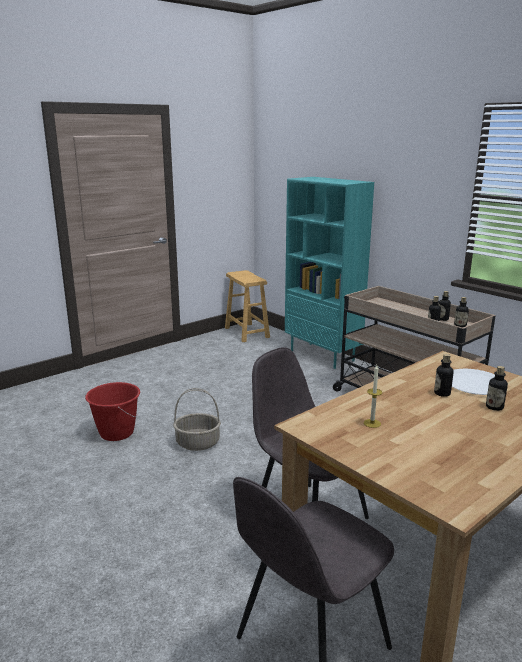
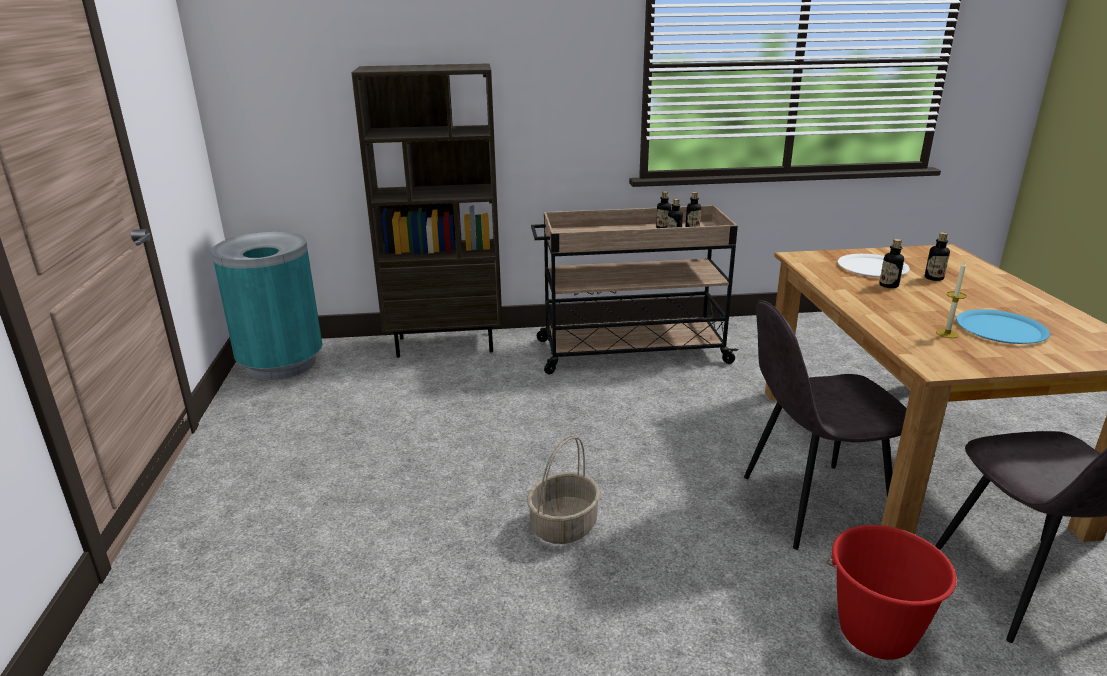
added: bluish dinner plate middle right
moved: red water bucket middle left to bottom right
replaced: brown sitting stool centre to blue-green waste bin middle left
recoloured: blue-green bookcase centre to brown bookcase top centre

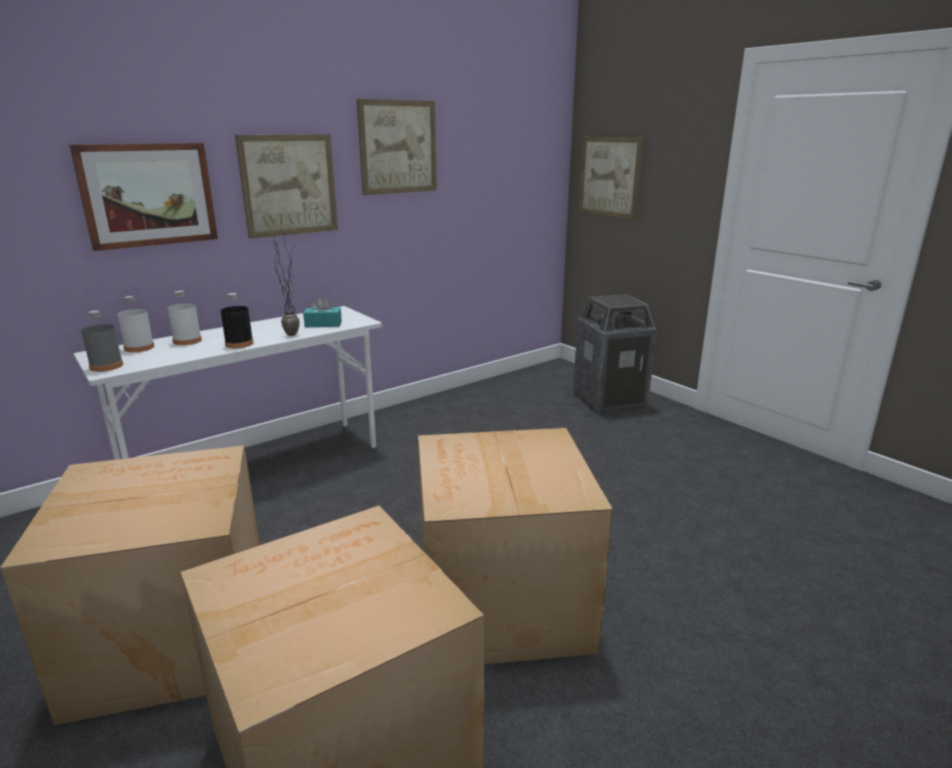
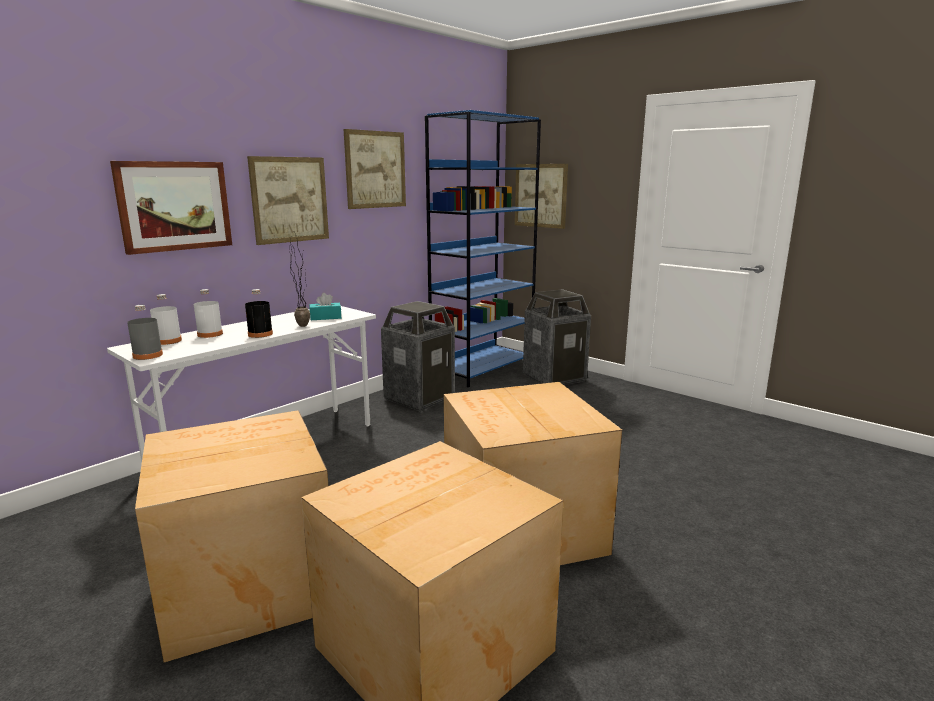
added: waste bin (1st from left) centre; bluish bookcase centre

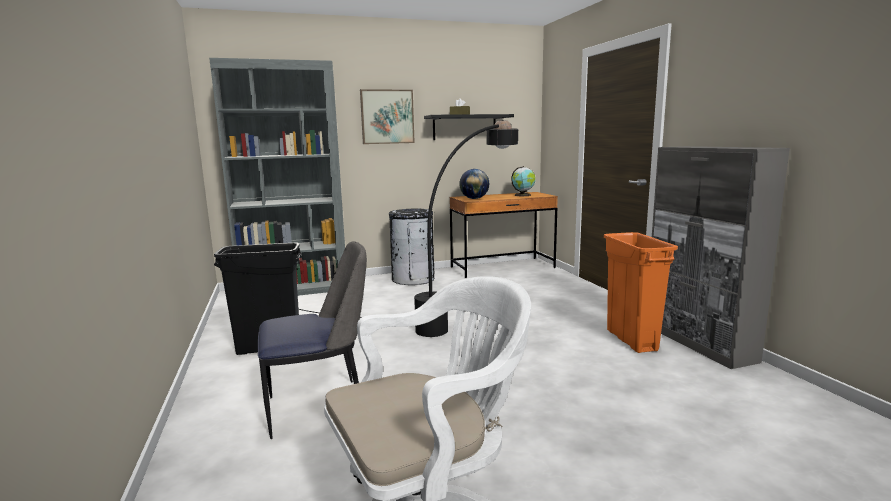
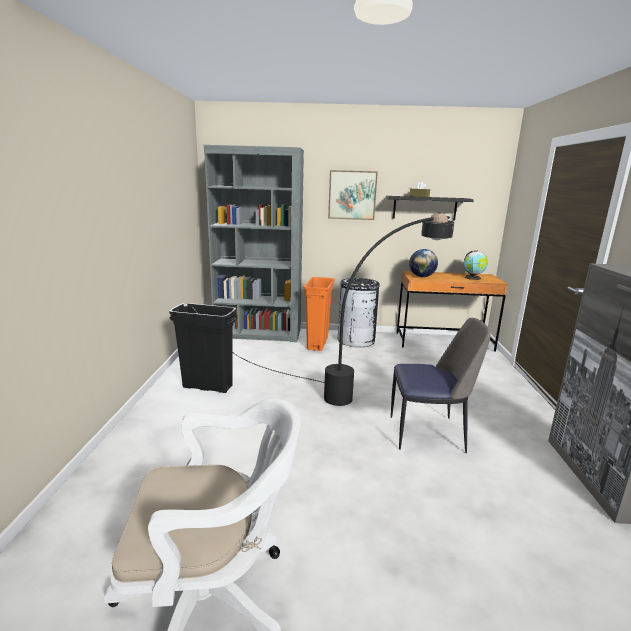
moved: upright chair bottom centre to middle right; orange waste bin middle right to centre

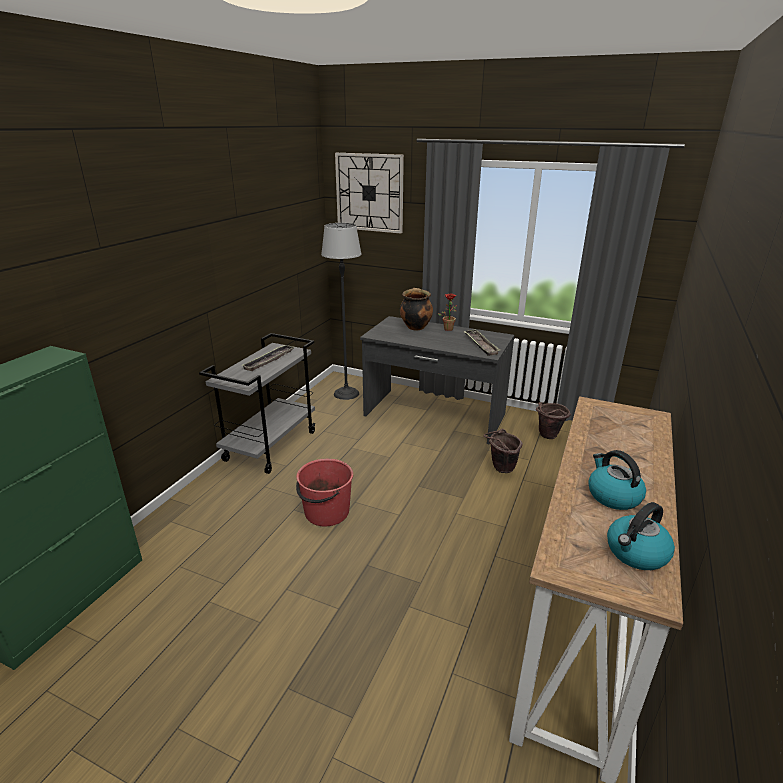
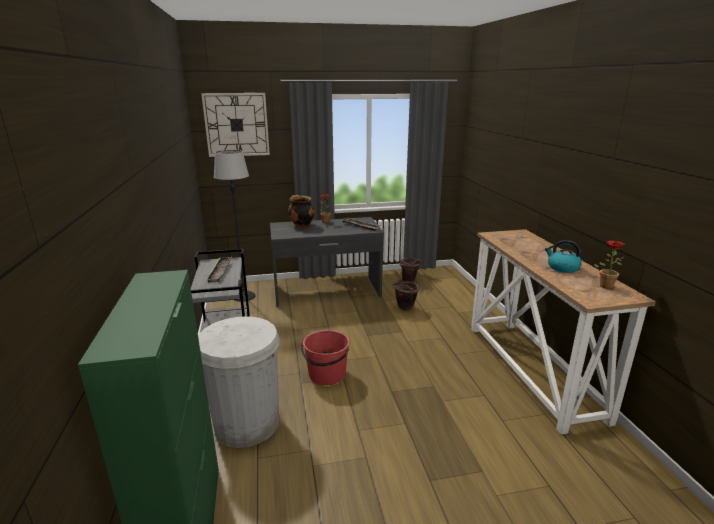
added: whitish waste bin bottom centre
replaced: tea kettle (2nd from left) bottom right to plant in a pot (2nd from left) middle right

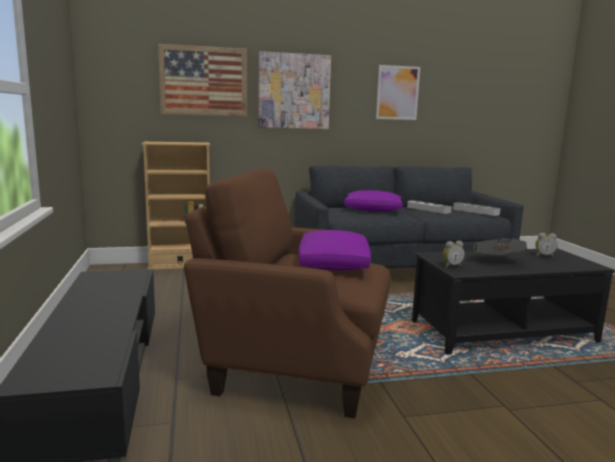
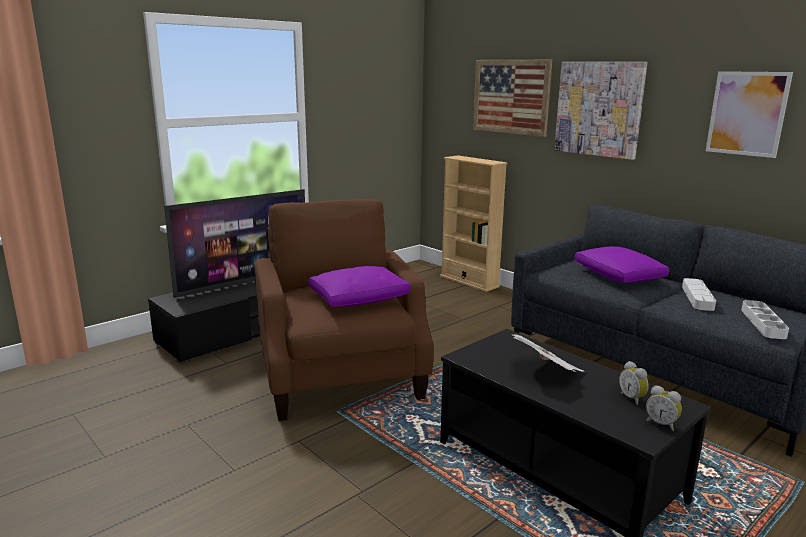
added: TV middle left
moved: alarm clock (1st from left in the first image) middle right to alarm clock (2nd from left) bottom right

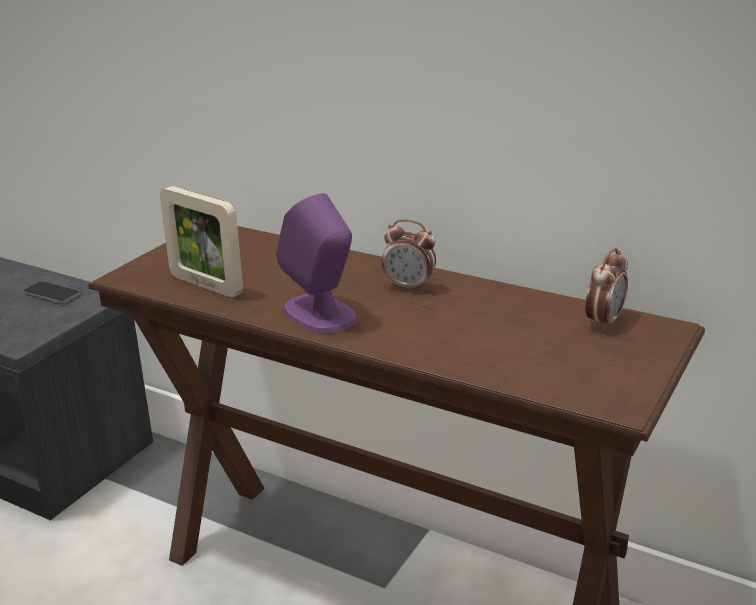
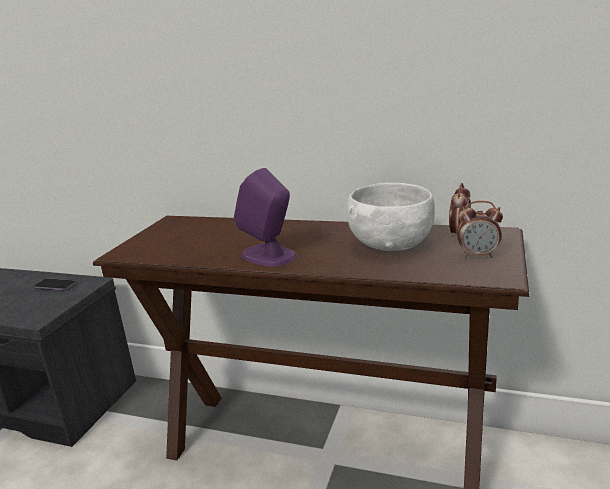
removed: picture frame middle left
added: whitish serving bowl centre
moved: alarm clock (1st from left in the first image) centre to alarm clock (2nd from left) middle right

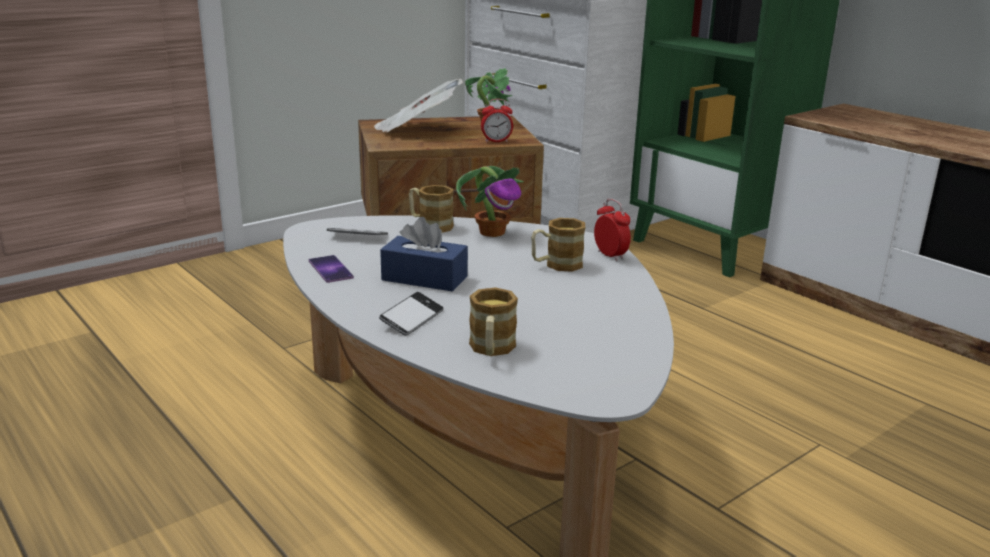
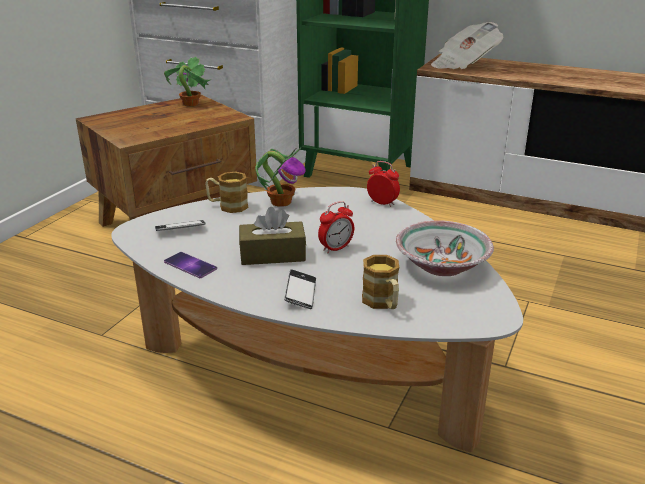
removed: coffee mug (3rd from left) centre
added: serving bowl middle right
moved: daily paper top centre to top right; alarm clock (1st from left) top centre to centre
recoloured: bluish box of tissues centre to brown box of tissues centre

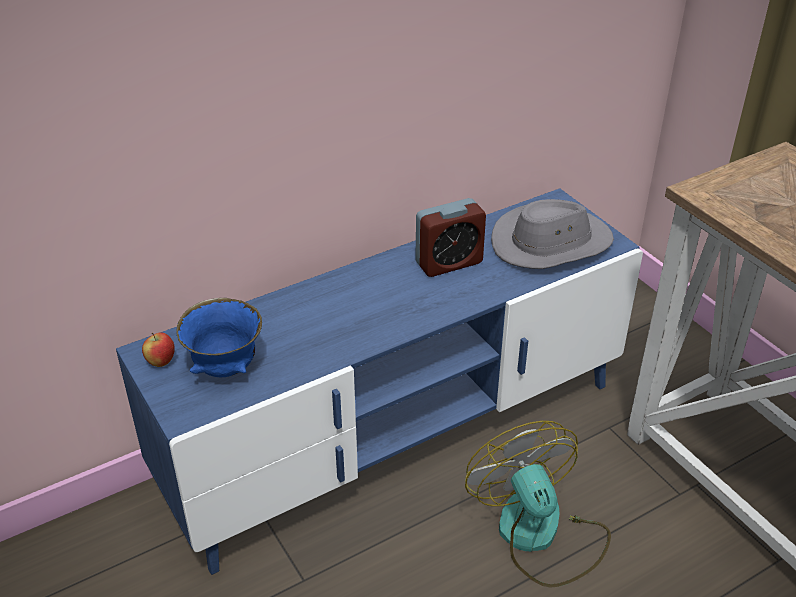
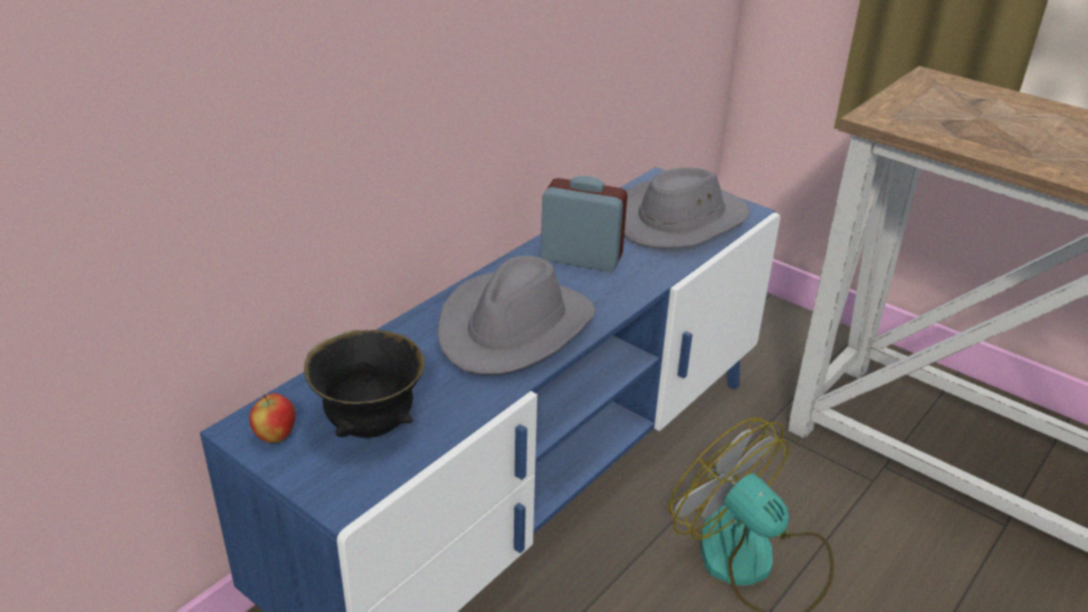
added: greyish wearable hat (1st from left) centre
recoloured: bluish serving bowl middle left to black serving bowl centre
turned: alarm clock centre = centre 120 degrees counterclockwise

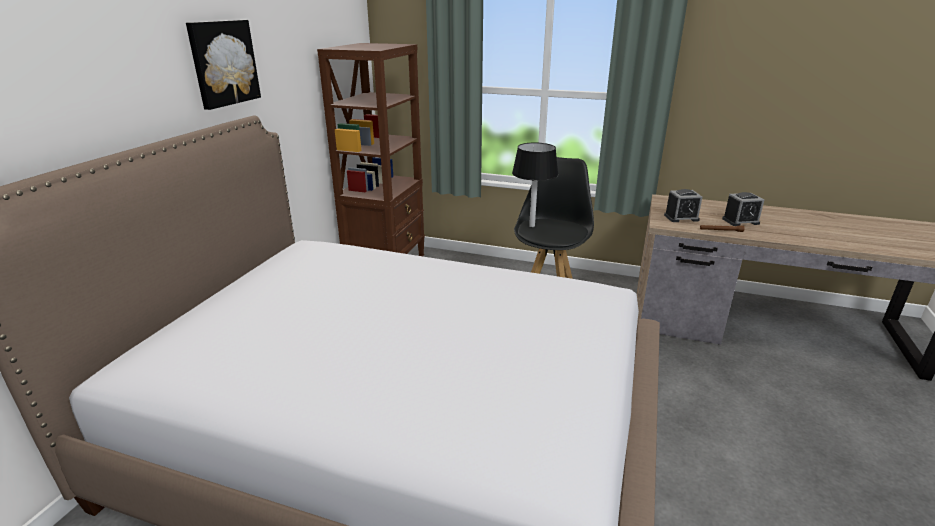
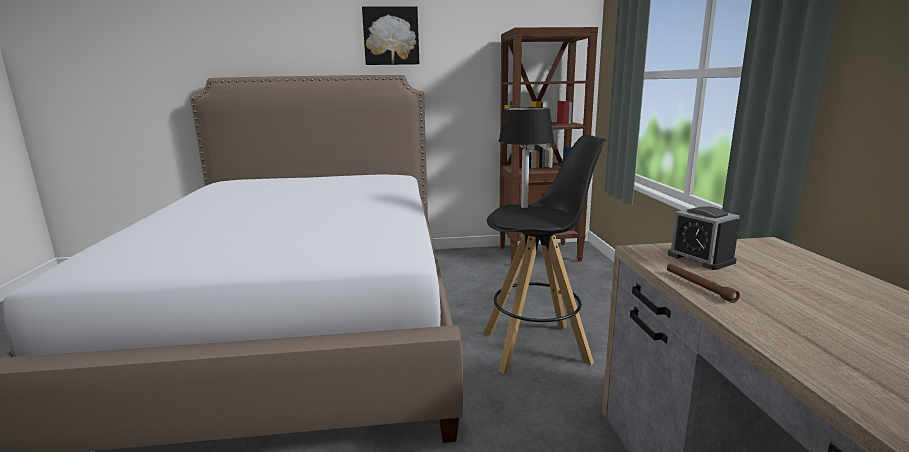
removed: alarm clock (2nd from left) middle right

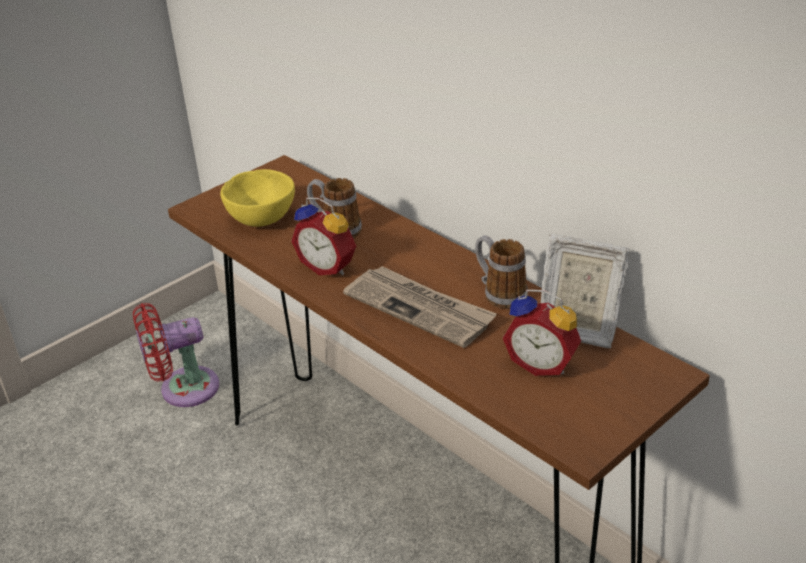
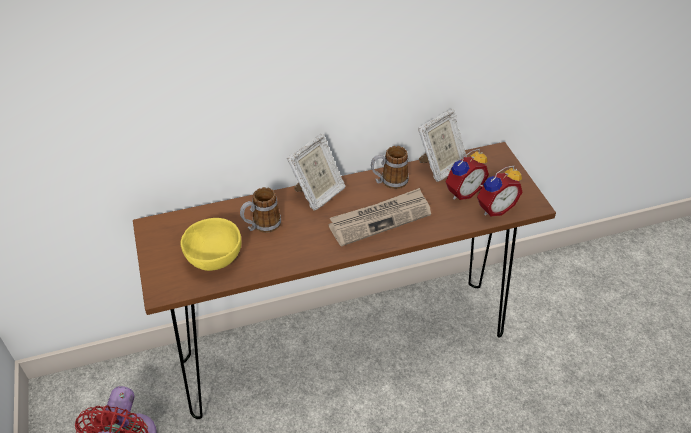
added: picture frame (1st from left) centre
moved: alarm clock (1st from left in the first image) centre to alarm clock (2nd from left) middle right

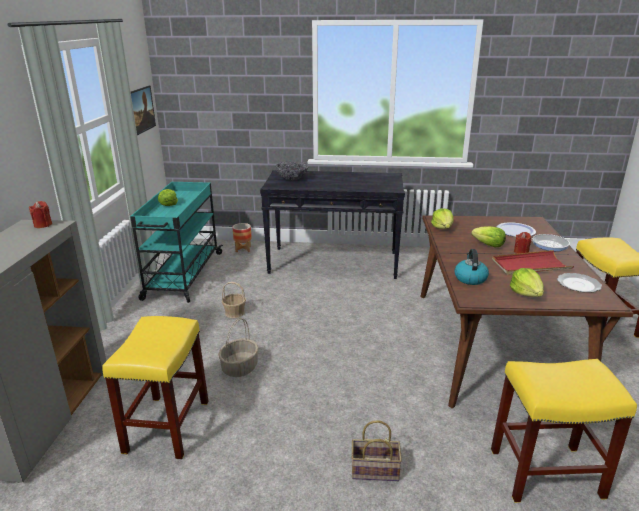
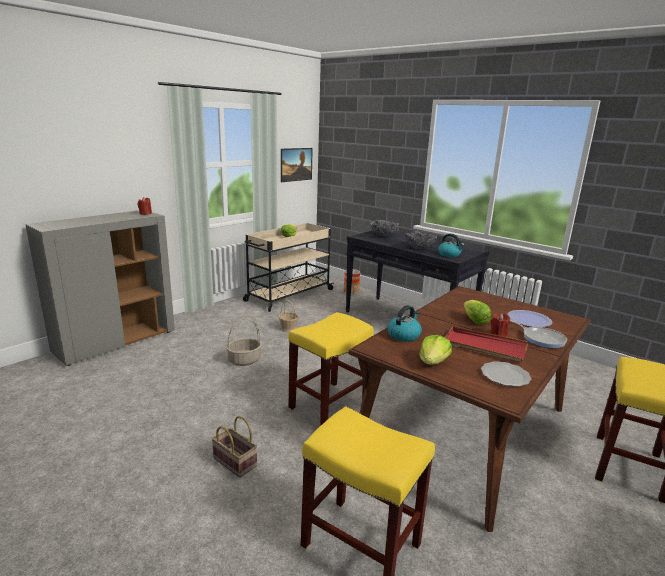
removed: lettuce (2nd from left) middle right
added: serving bowl (2nd from left) centre; tea kettle (2nd from left) middle right
moved: yellow sitting stool (1st from left) bottom left to centre
recoloured: blue-green wheeled cart middle left to sand-coloured wheeled cart centre

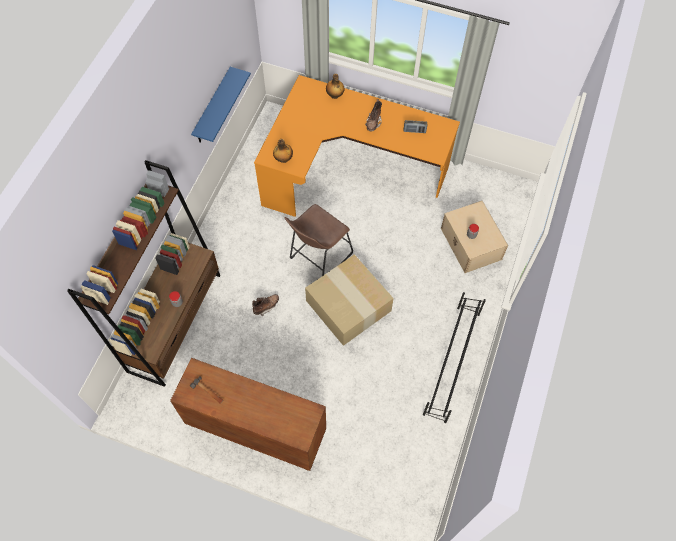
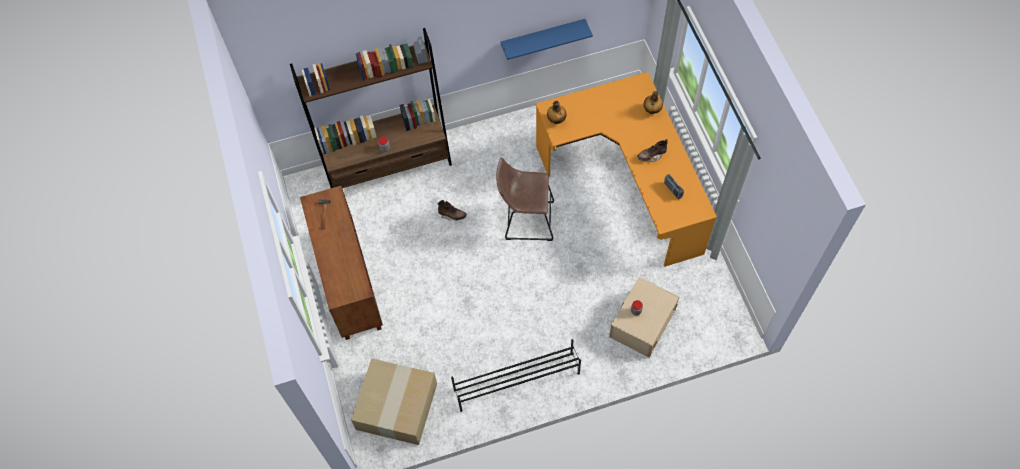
moved: packing box centre to bottom centre

